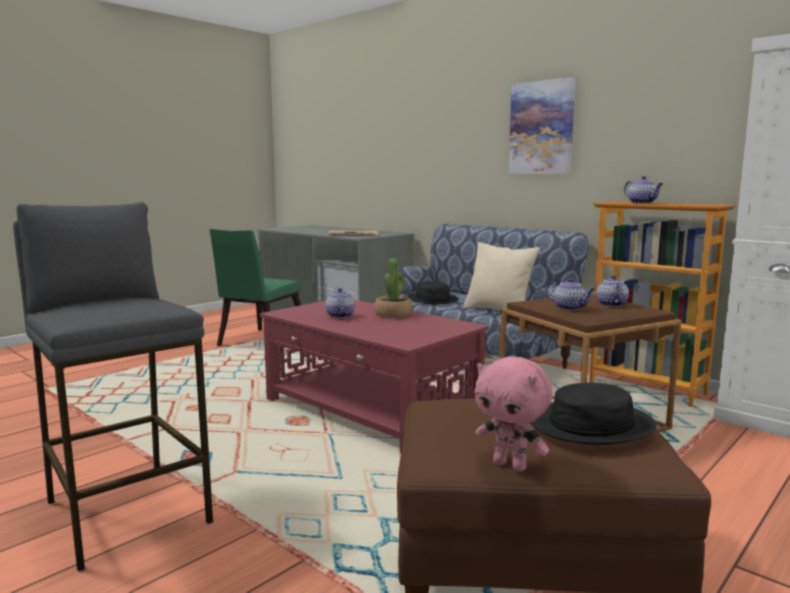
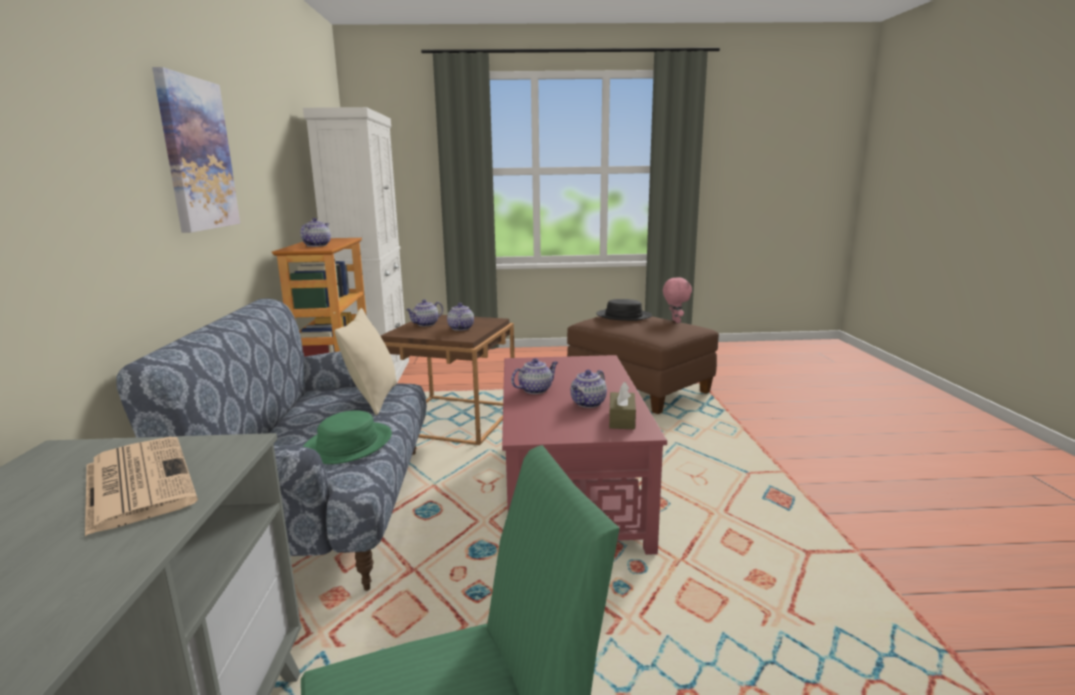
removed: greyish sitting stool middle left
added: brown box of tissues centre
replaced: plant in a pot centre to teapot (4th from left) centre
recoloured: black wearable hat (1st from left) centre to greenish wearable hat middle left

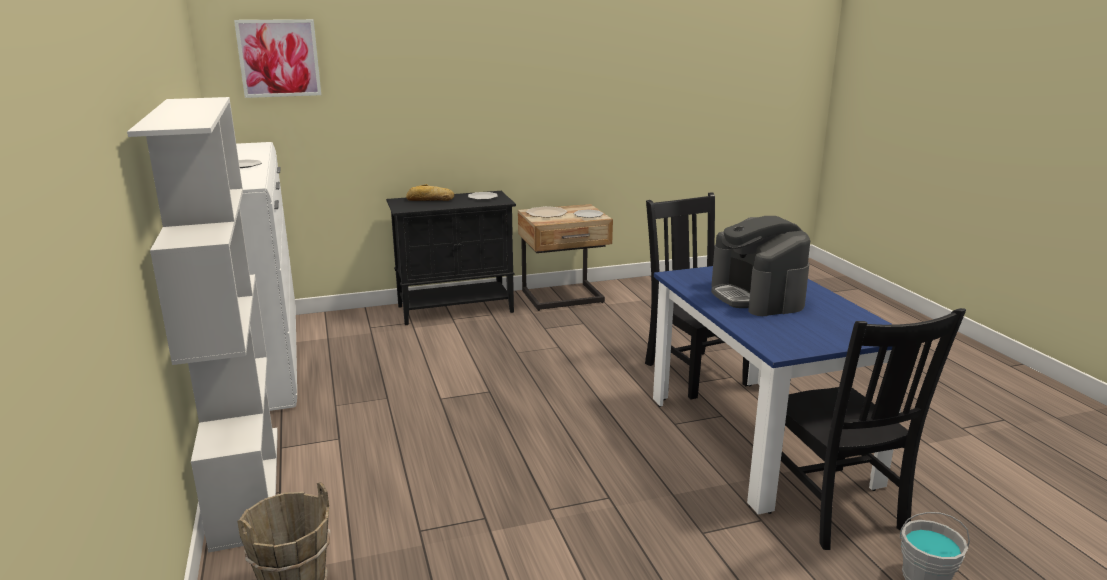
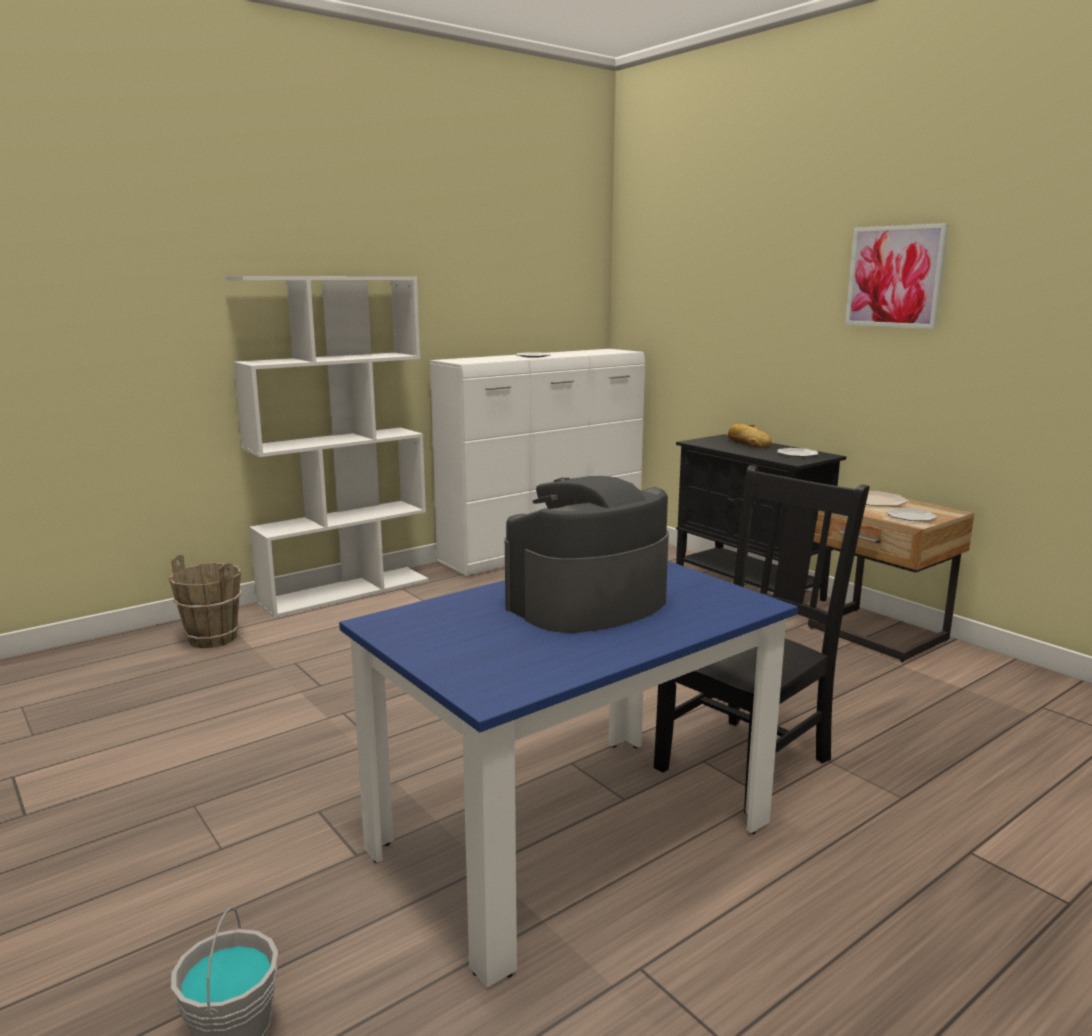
removed: black upright chair (2nd from left) bottom right
moved: wall art top left to top right

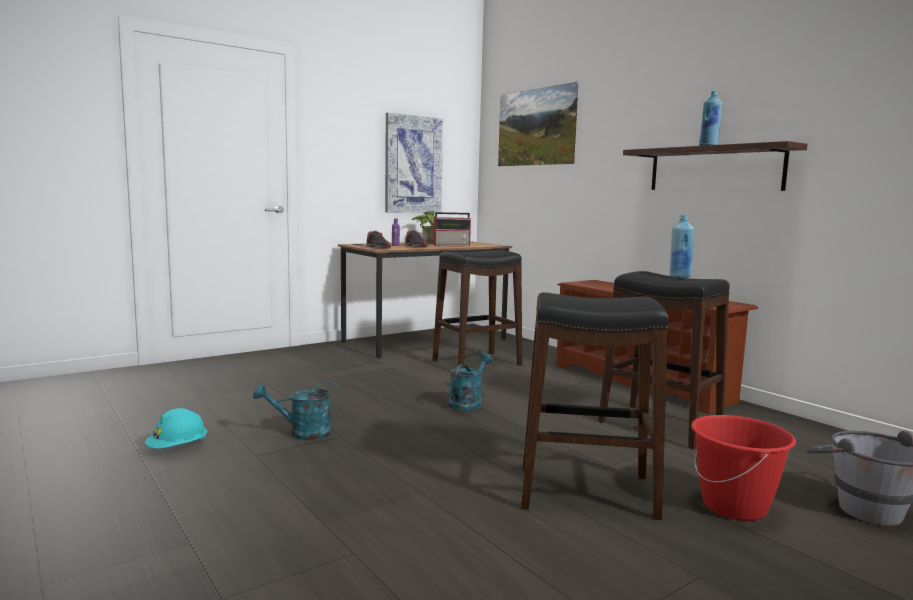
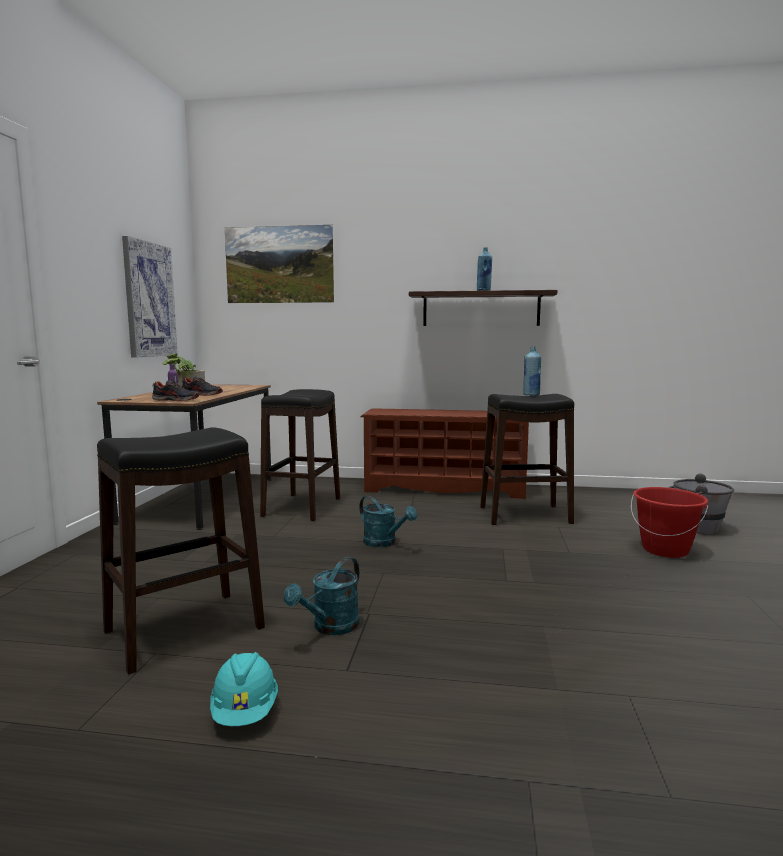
removed: radio set centre
moved: black sitting stool (2nd from left in the first image) bottom centre to black sitting stool (1st from left) middle left
turned: blue-green watering can (2nd from left) centre = centre 150 degrees clockwise

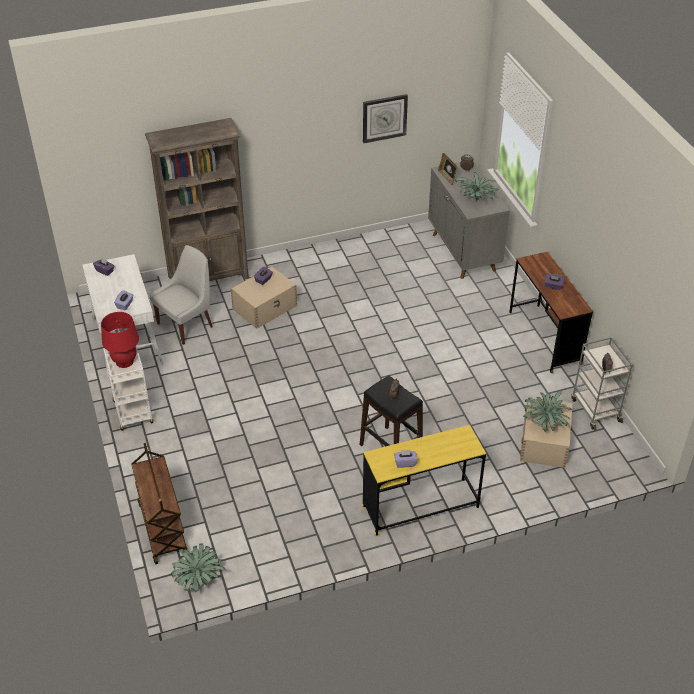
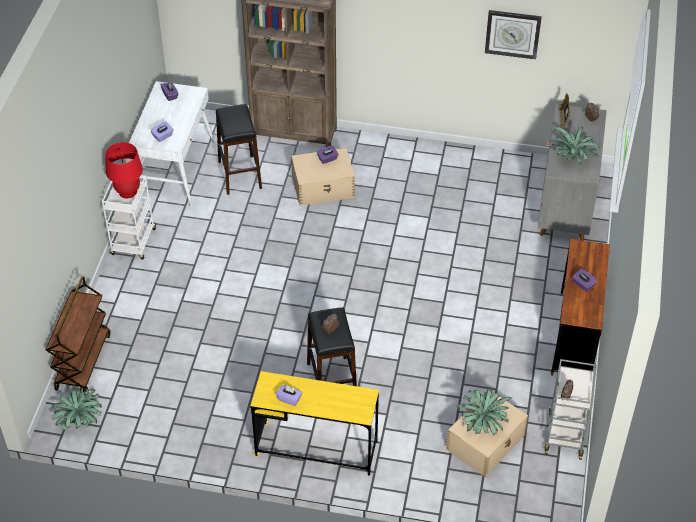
replaced: whitish upright chair middle left to black sitting stool (1st from left) top centre

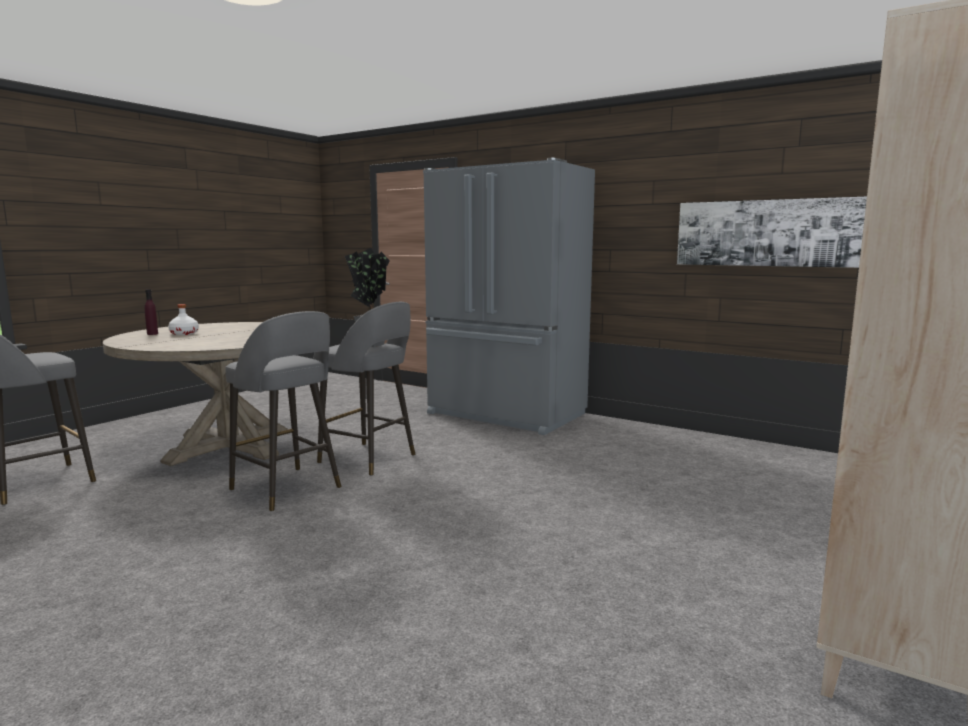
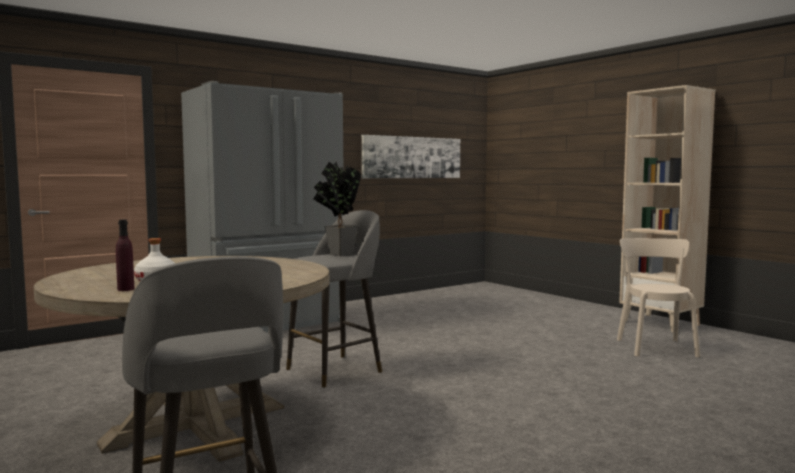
removed: greyish sitting stool (2nd from left) middle left
added: sand-coloured upright chair middle right

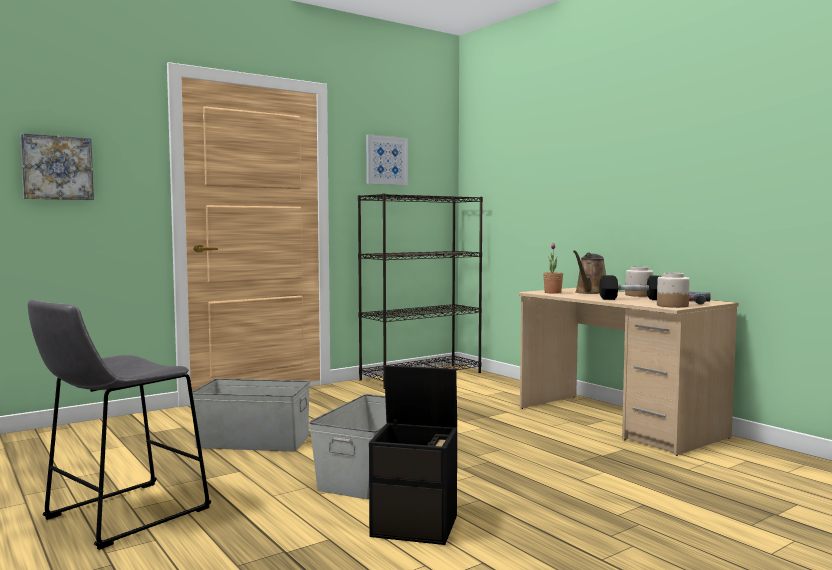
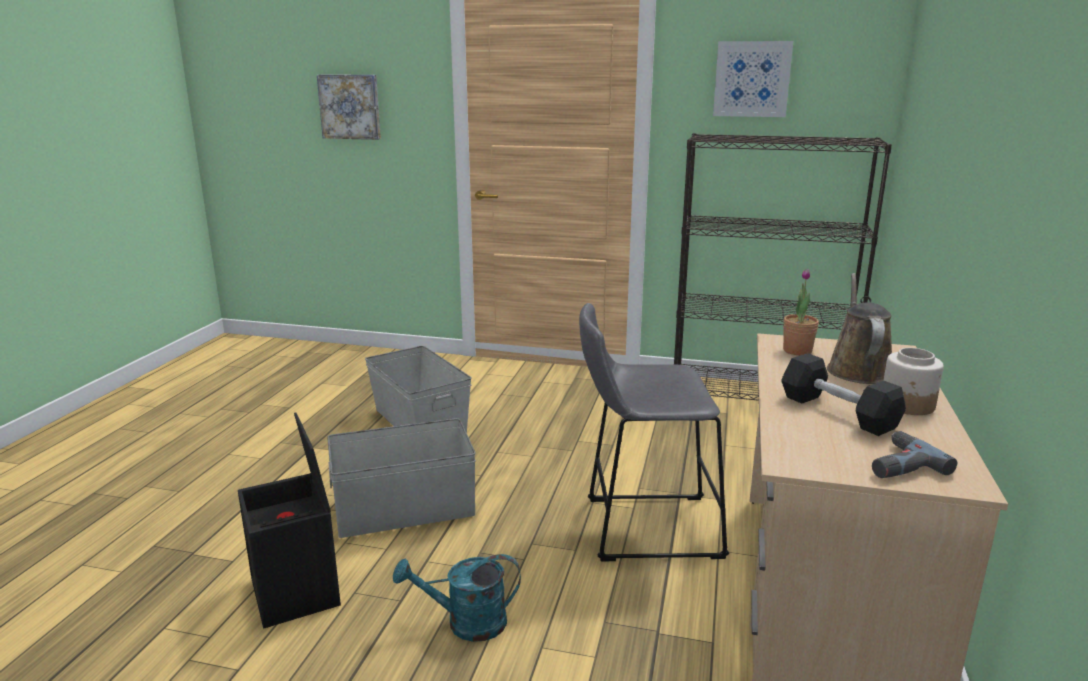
removed: preserve jar (2nd from left) middle right
added: blue-green watering can bottom centre
moved: greyish sitting stool bottom left to centre
turned: brown watering can middle right = middle right 105 degrees clockwise

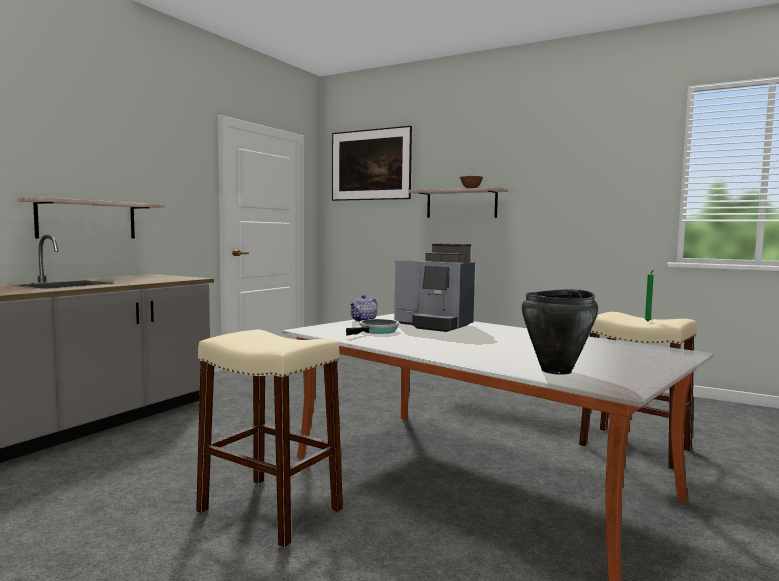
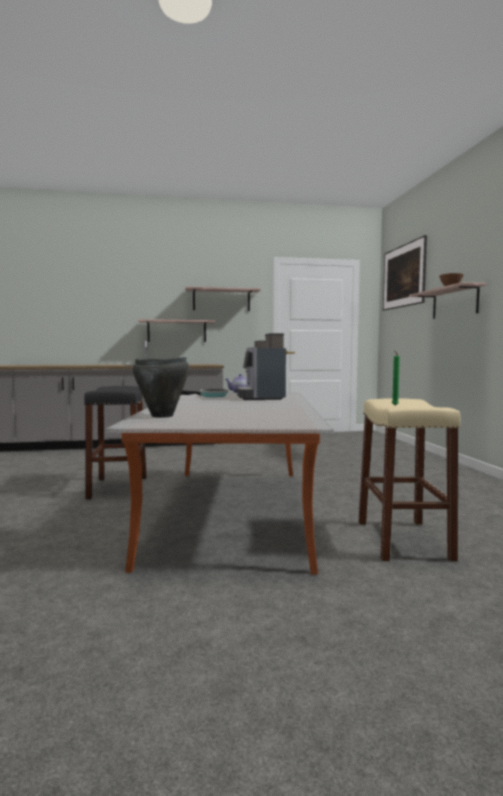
added: bracket shelf (2nd from left) centre
recoloured: sand-coloured sitting stool (1st from left) bottom centre to black sitting stool middle left

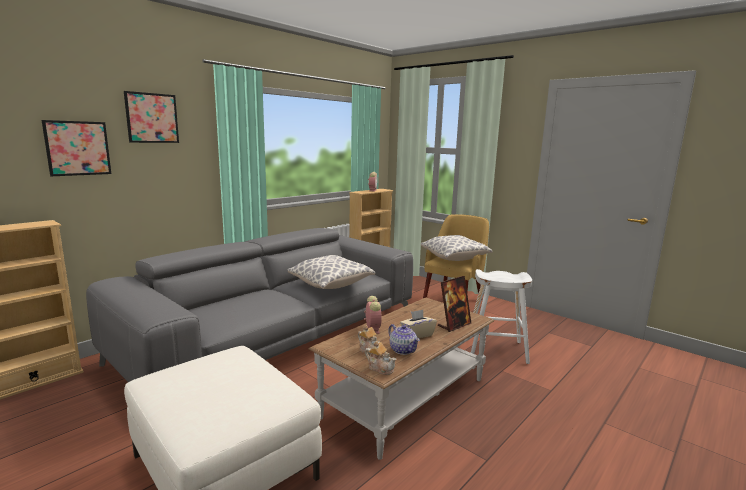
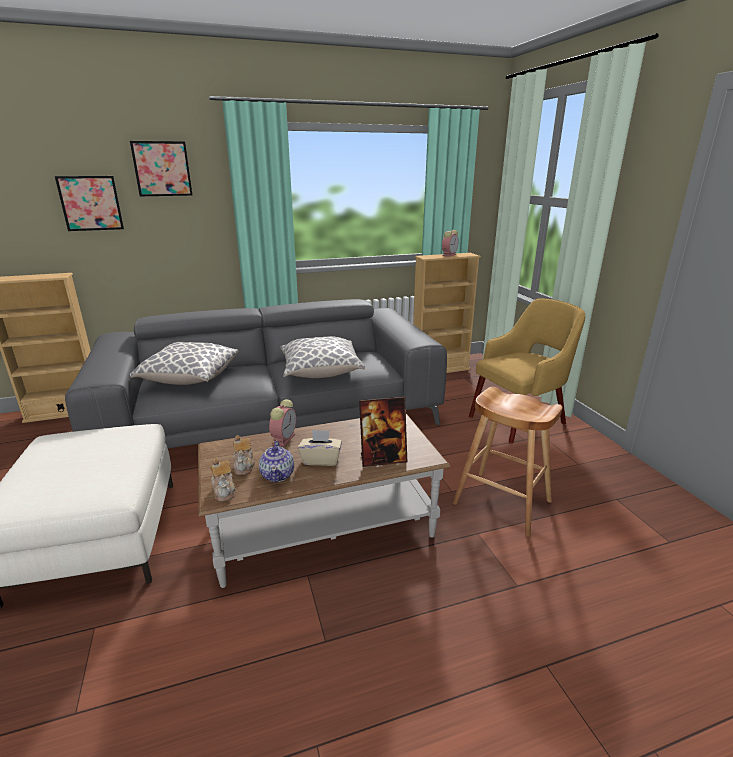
moved: pillow (2nd from left in the first image) centre to pillow (1st from left) middle left
recoloured: whitish sitting stool middle right to brown sitting stool middle right

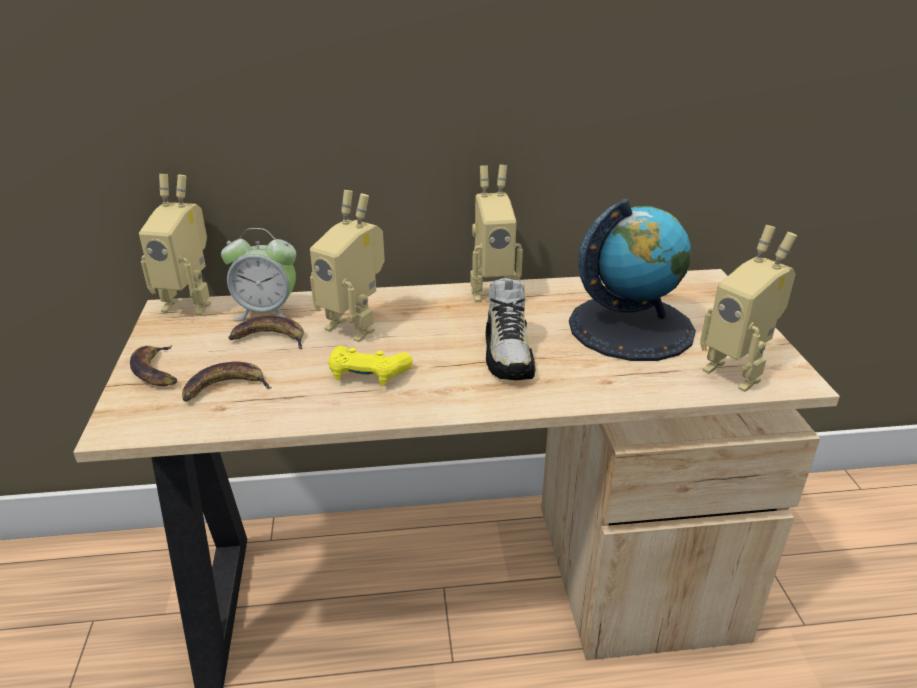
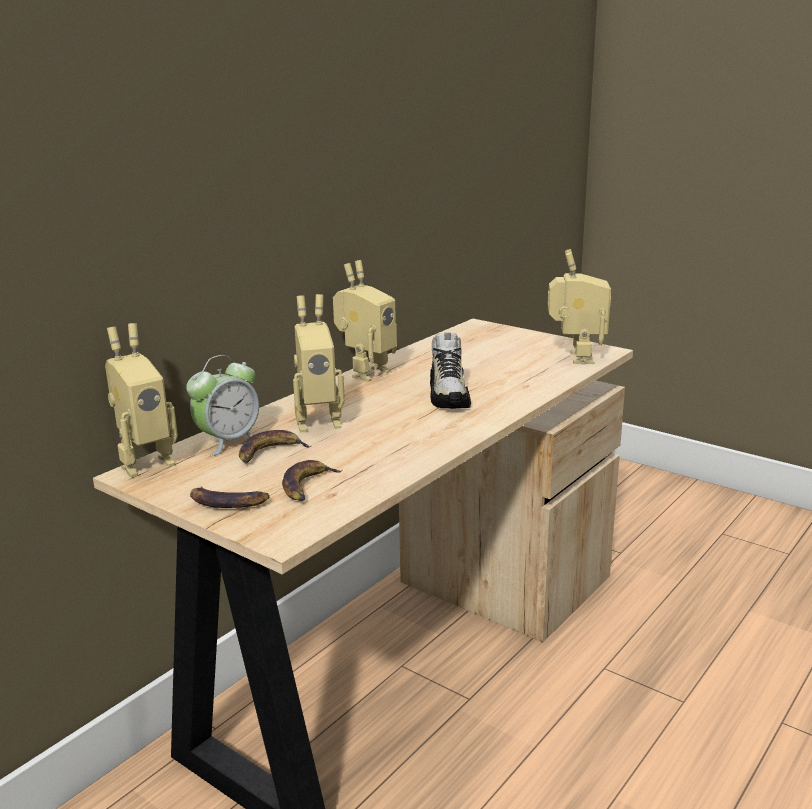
removed: yellow joypad centre; desk globe middle right
turned: low shoe centre = centre 45 degrees clockwise; toy robot (4th from left) middle right = middle right 90 degrees counterclockwise

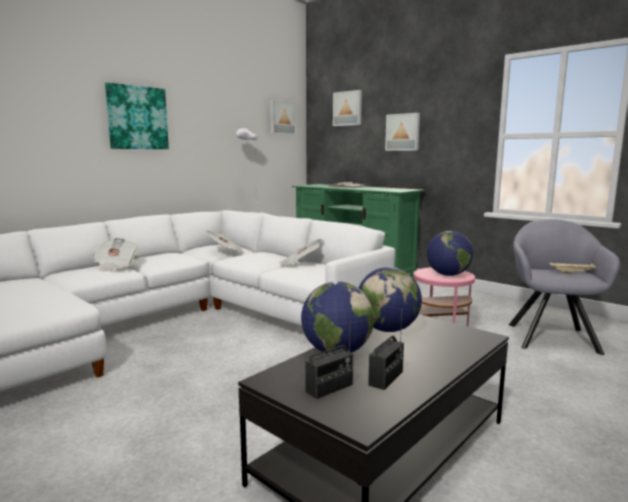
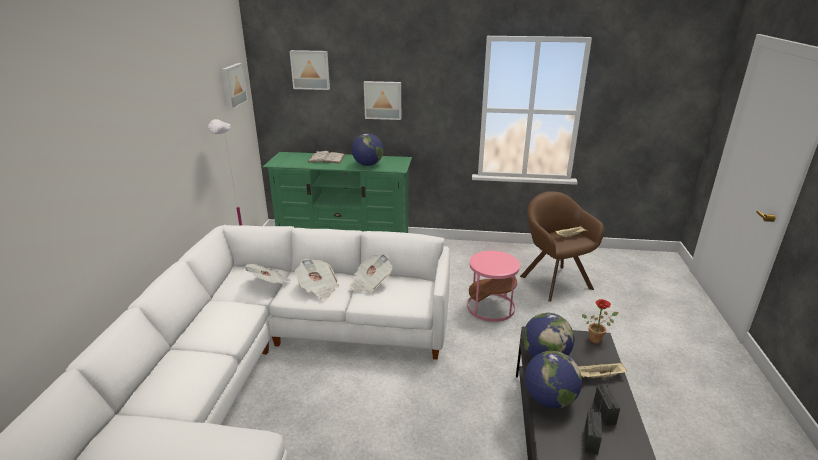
removed: wall art (1st from left) top left
added: sand-coloured tray (2nd from left) bottom right; plant in a pot bottom right
moved: daily paper (1st from left in the first image) middle left to daily paper (2nd from left) centre; desk globe (3rd from left in the first image) middle right to desk globe (1st from left) top centre
recoloured: greyish armchair middle right to brown armchair middle right

